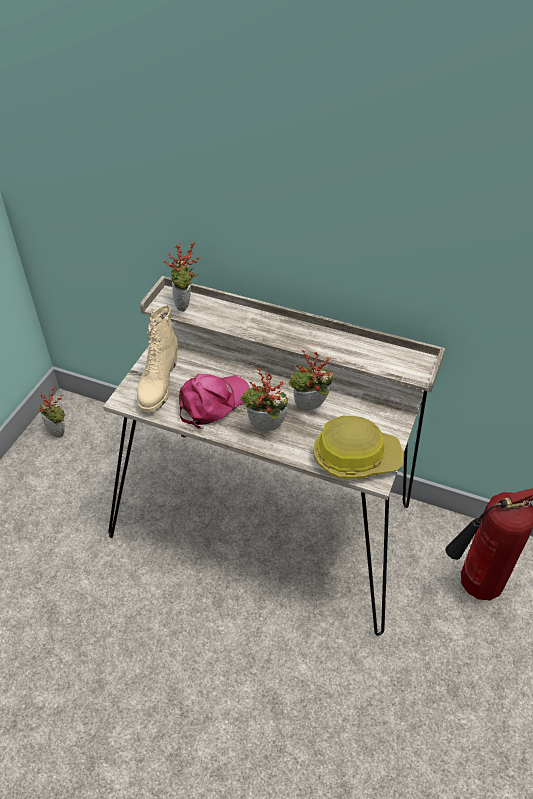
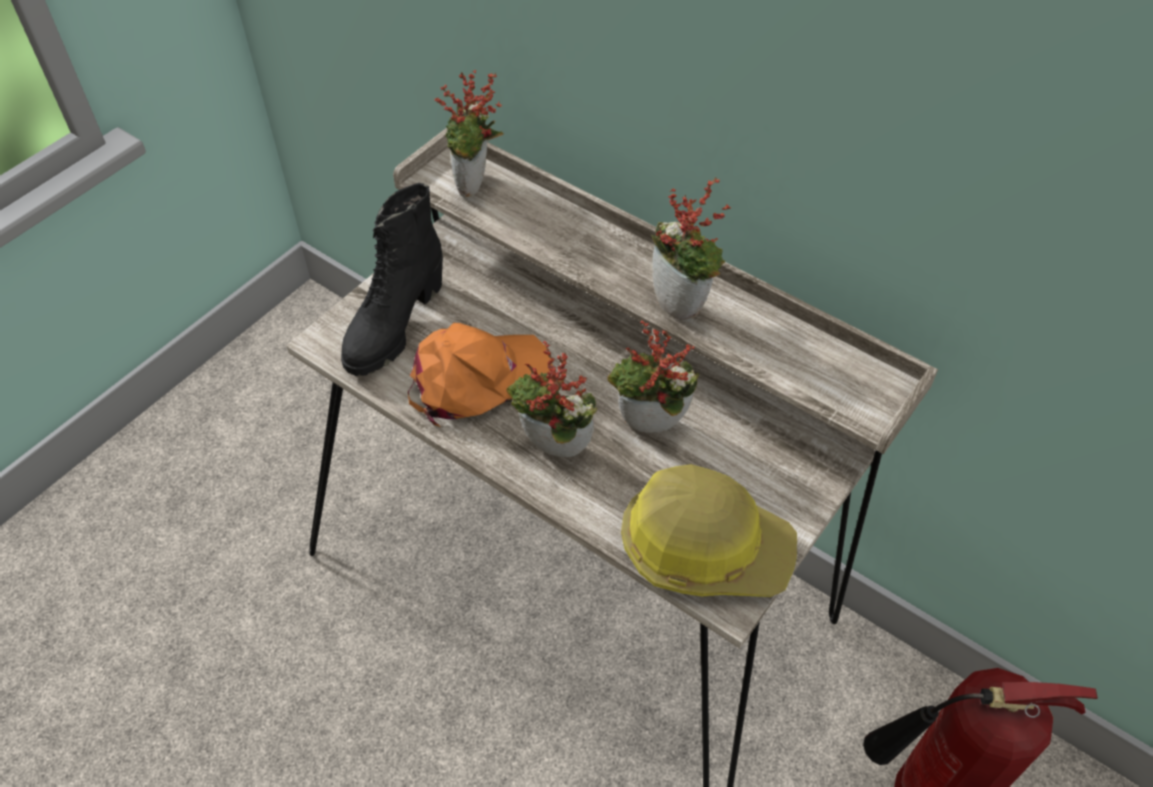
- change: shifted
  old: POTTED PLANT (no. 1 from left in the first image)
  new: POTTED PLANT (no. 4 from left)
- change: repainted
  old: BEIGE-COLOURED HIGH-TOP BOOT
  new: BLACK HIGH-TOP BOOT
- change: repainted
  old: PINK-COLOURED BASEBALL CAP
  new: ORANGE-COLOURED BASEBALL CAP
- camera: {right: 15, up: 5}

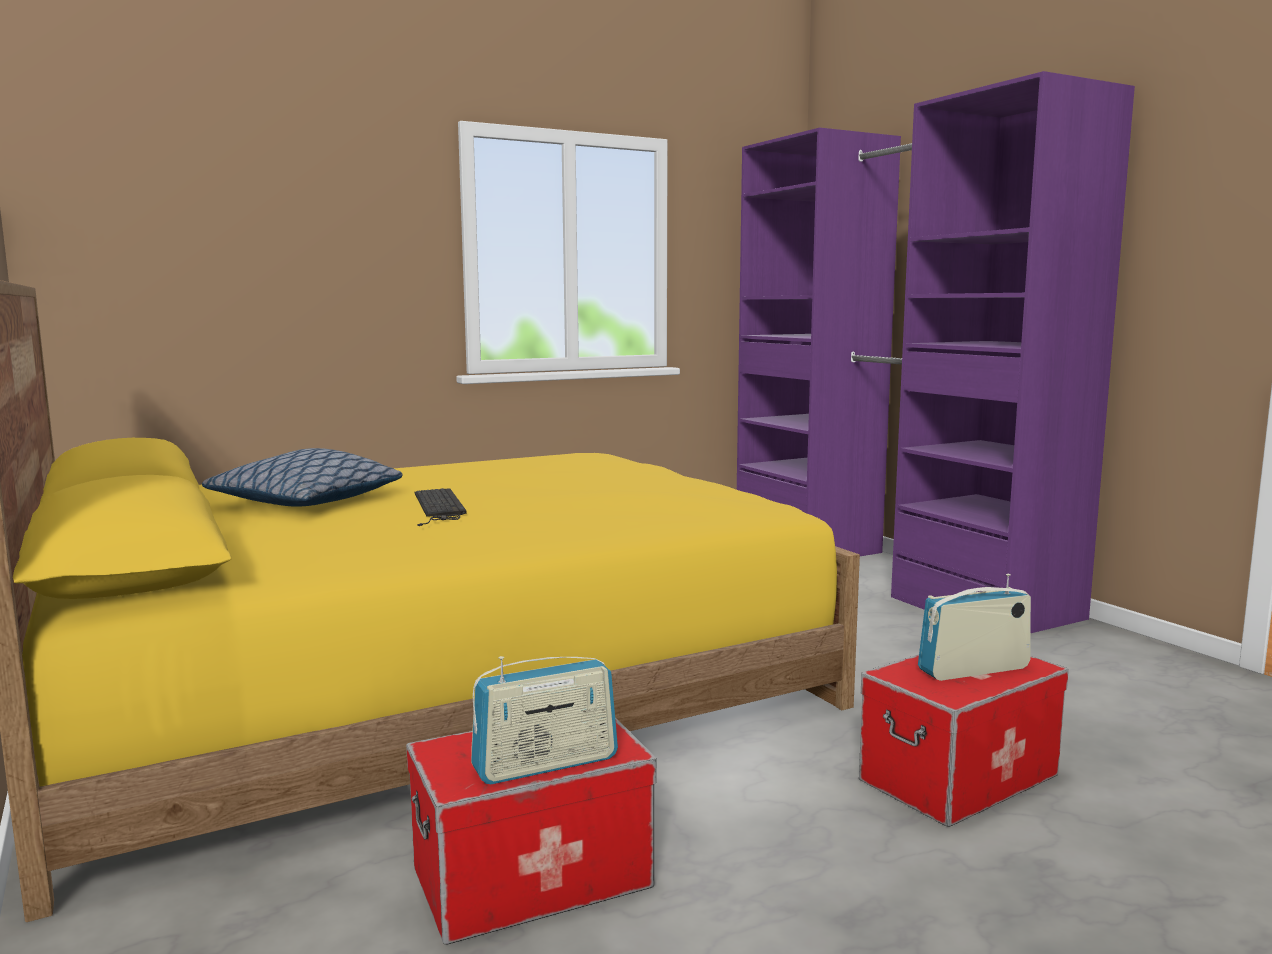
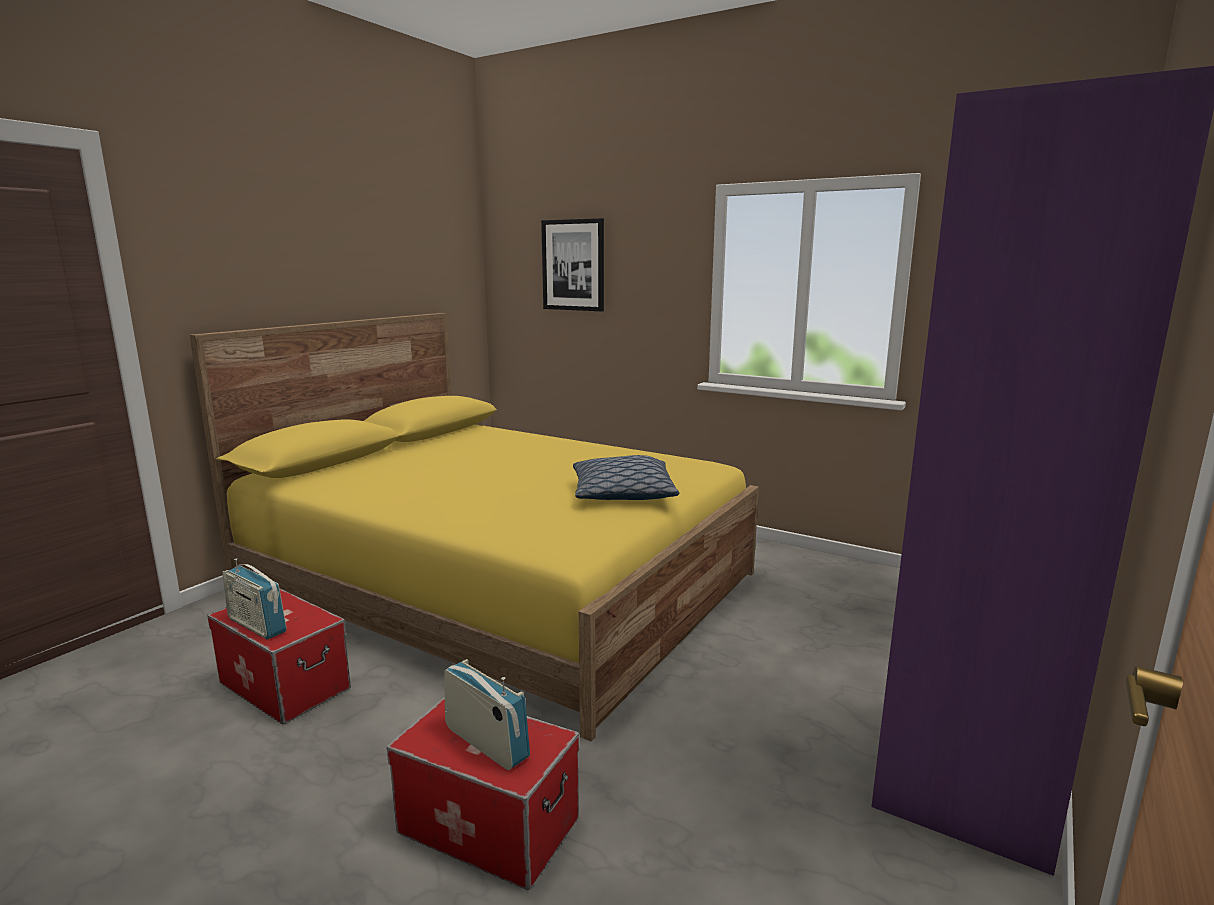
- change: gone
  old: PC KEYBOARD
- change: new
  new: WALL PICTURE
- change: shifted
  old: THROW PILLOW
- camera: {right: 60, up: 5}

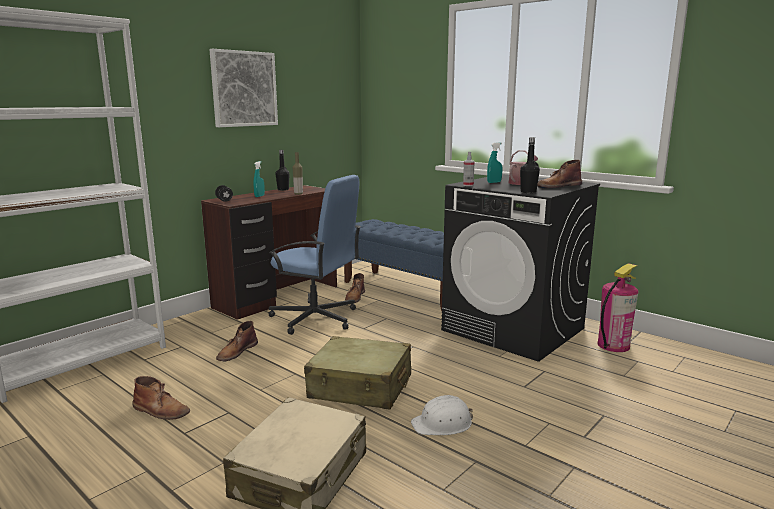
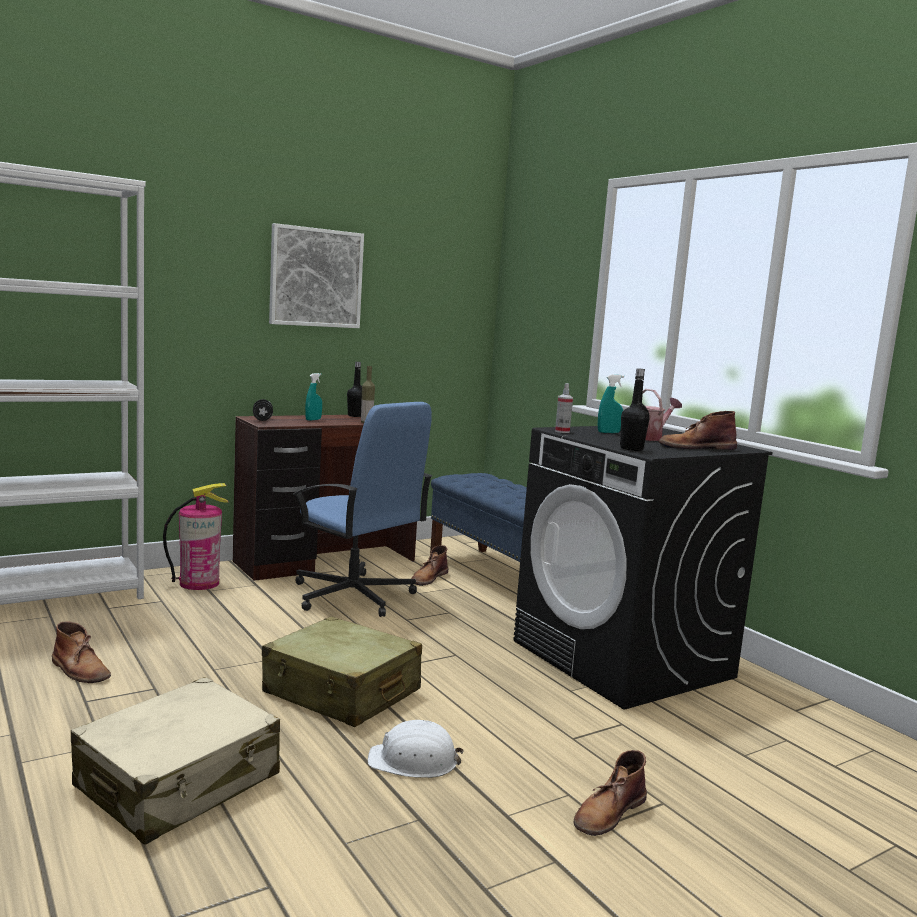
- change: shifted
  old: BROWNISH HIGH-TOP BOOT (no. 2 from left in the first image)
  new: BROWNISH HIGH-TOP BOOT (no. 3 from left)
- change: shifted
  old: FIRE-FIGHTING CYLINDER
- camera: {right: 15, up: -5}

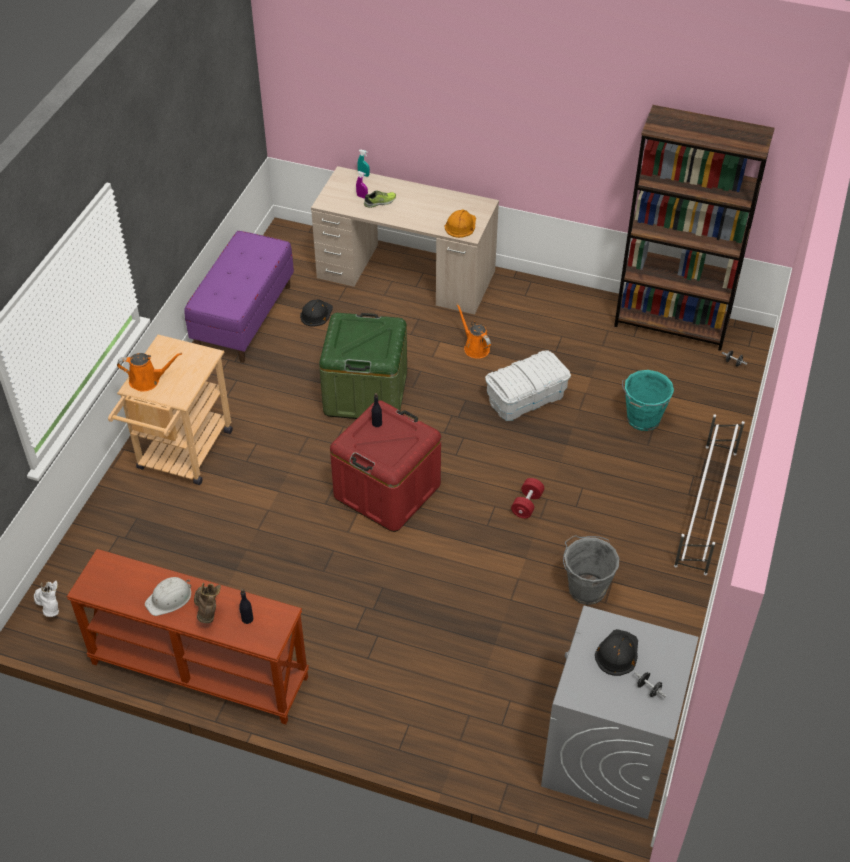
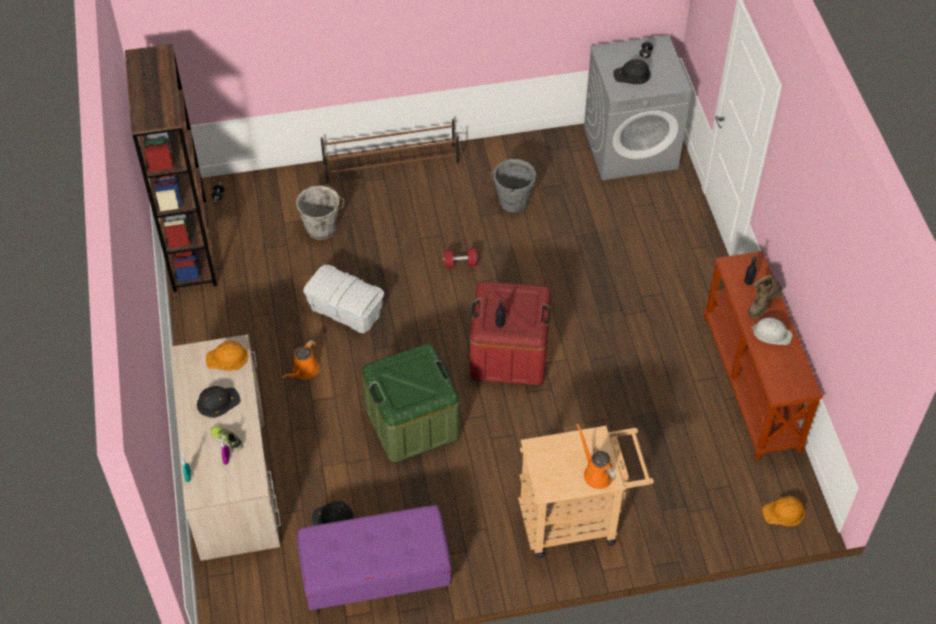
- change: new
  new: BLACK SAFETY HELMET (no. 1 from left)
- change: swapped
  old: WHITE-COLOURED HIGH-TOP BOOT
  new: ORANGE-COLOURED SAFETY HELMET (no. 2 from left)
- change: repainted
  old: BLUE-GREEN WATER BUCKET
  new: GREYISH WATER BUCKET (no. 1 from left)
- change: repainted
  old: WHITE-COLOURED SHOE STAND
  new: BROWNISH SHOE STAND
- camera: {right: -120, up: 5}

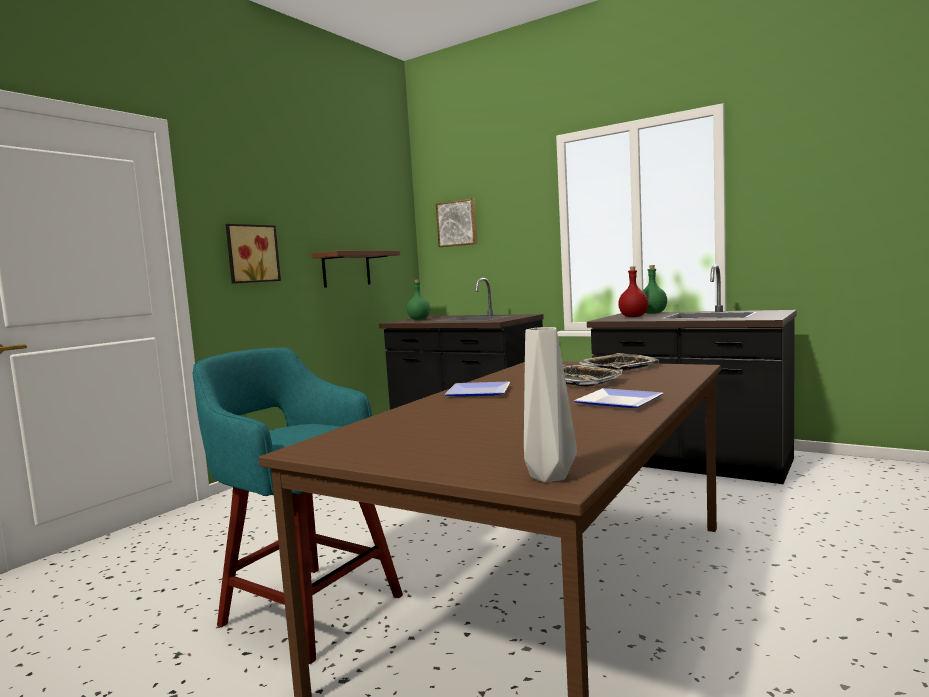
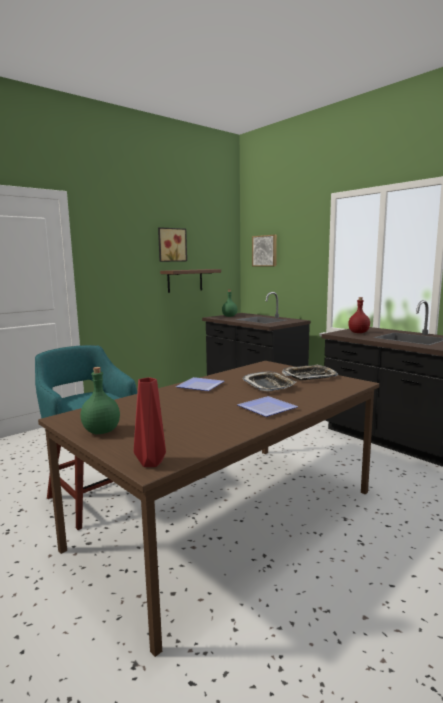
- change: shifted
  old: WALL PICTURE (no. 1 from left)
- change: shifted
  old: GREENISH BOTTLE (no. 2 from left in the first image)
  new: GREENISH BOTTLE (no. 1 from left)
- change: repainted
  old: GREYISH DECORATIVE VASE
  new: RED-COLOURED DECORATIVE VASE
- camera: {right: 15, up: 5}

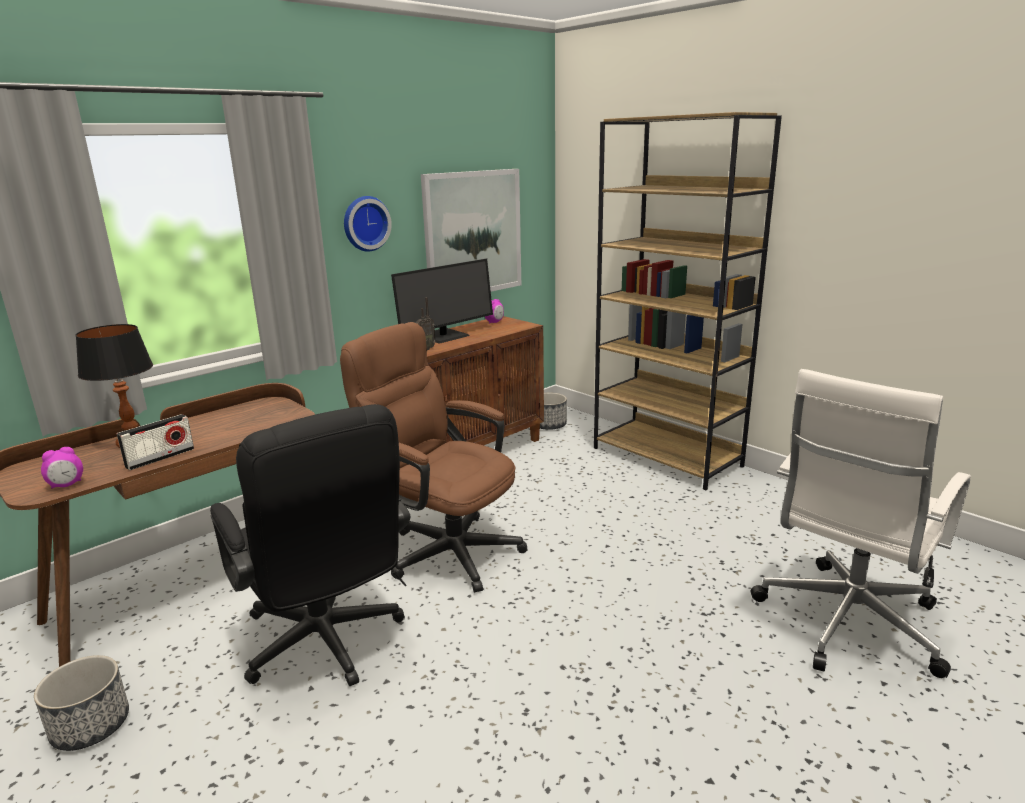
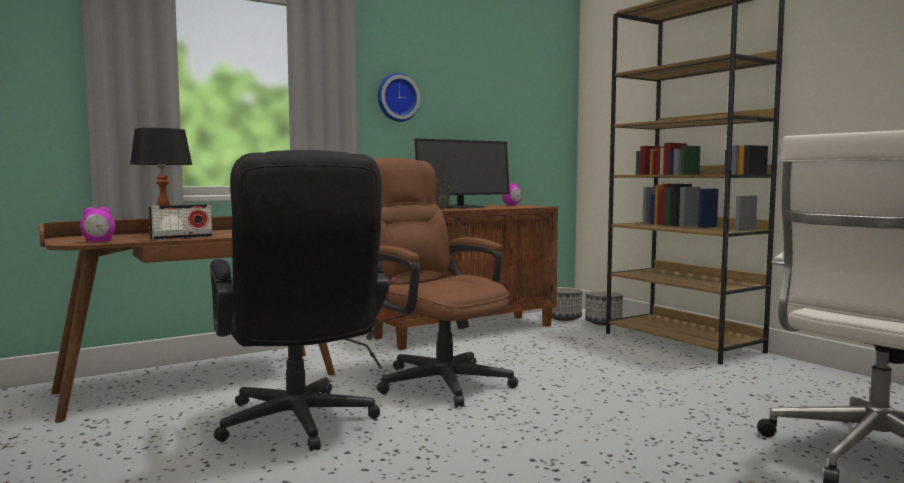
- change: gone
  old: WALL PICTURE
- change: shifted
  old: PLANTER (no. 1 from left in the first image)
  new: PLANTER (no. 2 from left)
- camera: {right: 10, up: -15}

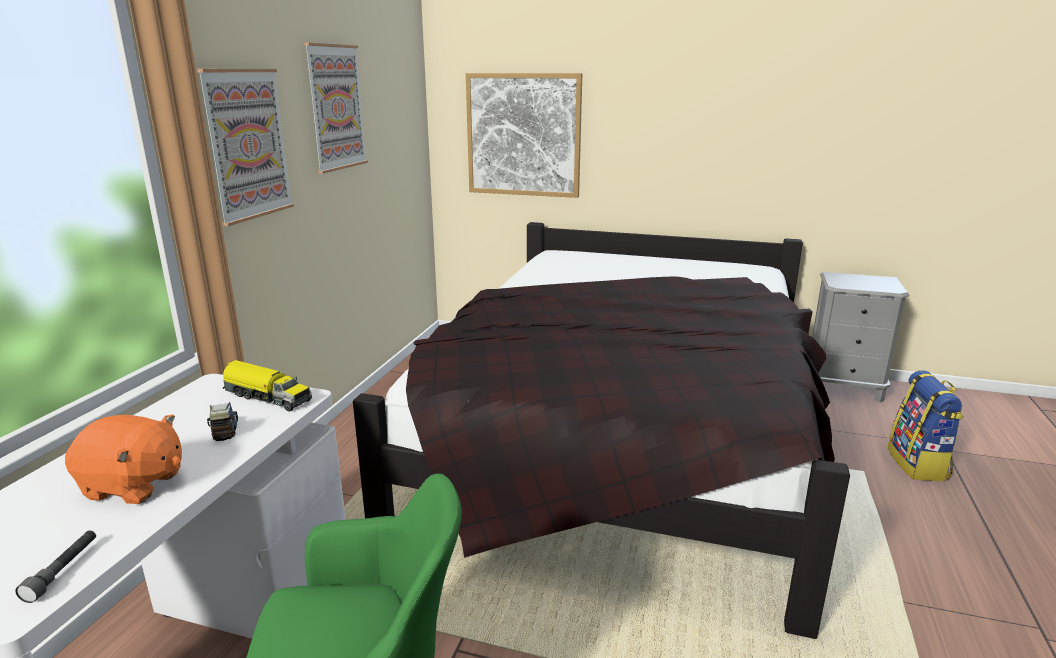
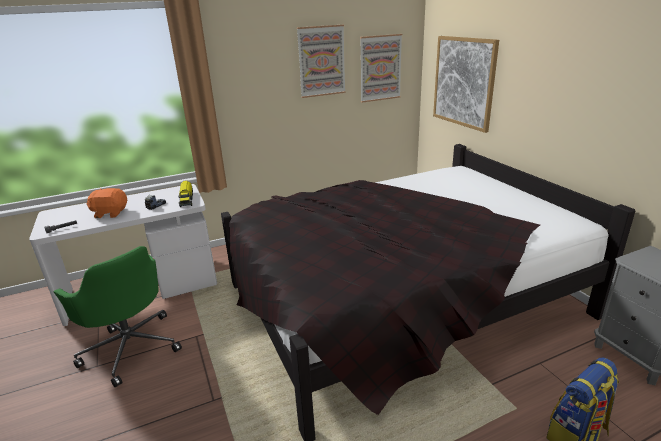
- change: shifted
  old: WALL PICTURE (no. 1 from left in the first image)
  new: WALL PICTURE (no. 2 from left)
- change: rotated
  old: ORANGE-COLOURED PLUSH TOY
  degrees: 120
- camera: {right: 50, up: 5}

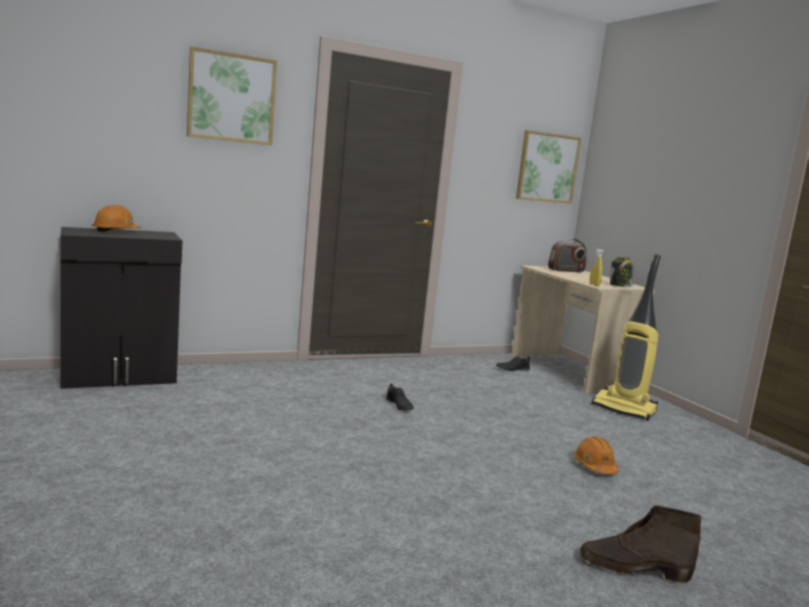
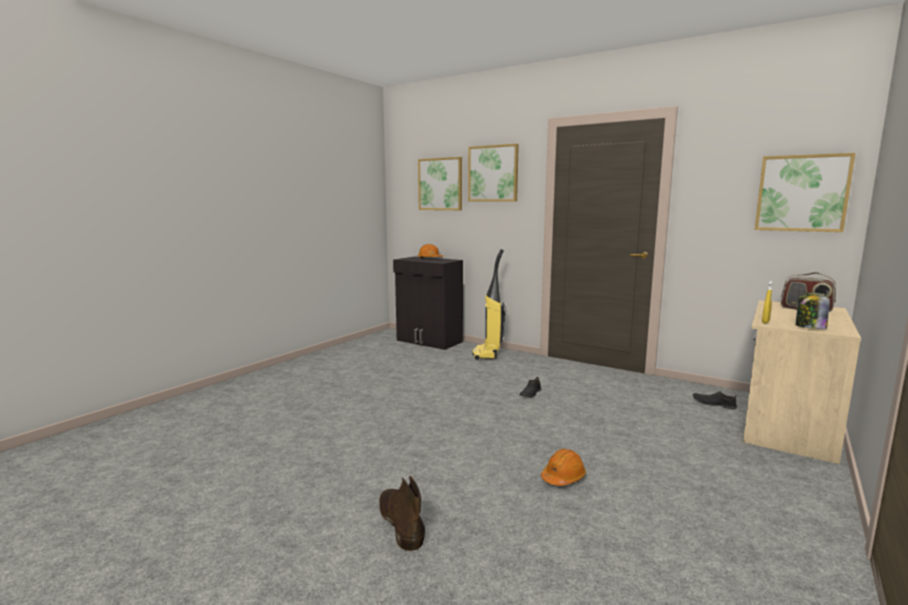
- change: new
  new: WALL PICTURE (no. 1 from left)
- change: shifted
  old: VACUUM CLEANER
- camera: {right: 60, up: 0}

